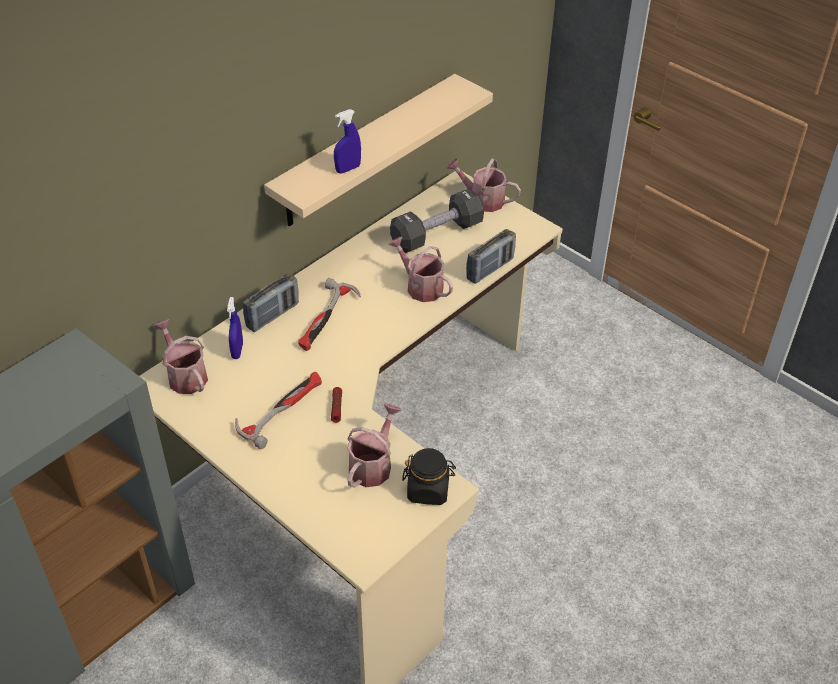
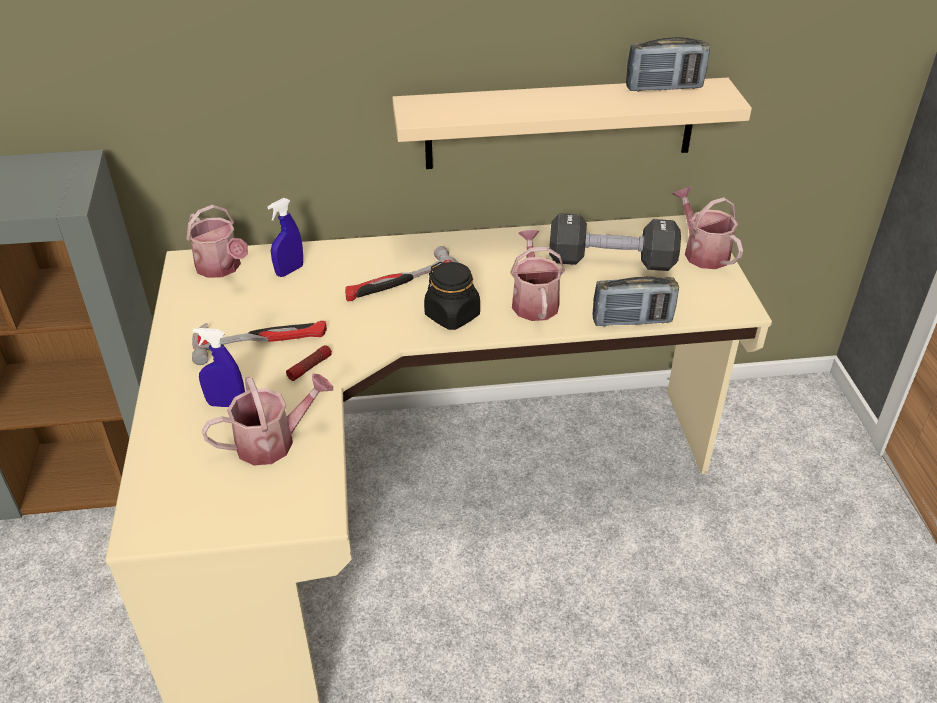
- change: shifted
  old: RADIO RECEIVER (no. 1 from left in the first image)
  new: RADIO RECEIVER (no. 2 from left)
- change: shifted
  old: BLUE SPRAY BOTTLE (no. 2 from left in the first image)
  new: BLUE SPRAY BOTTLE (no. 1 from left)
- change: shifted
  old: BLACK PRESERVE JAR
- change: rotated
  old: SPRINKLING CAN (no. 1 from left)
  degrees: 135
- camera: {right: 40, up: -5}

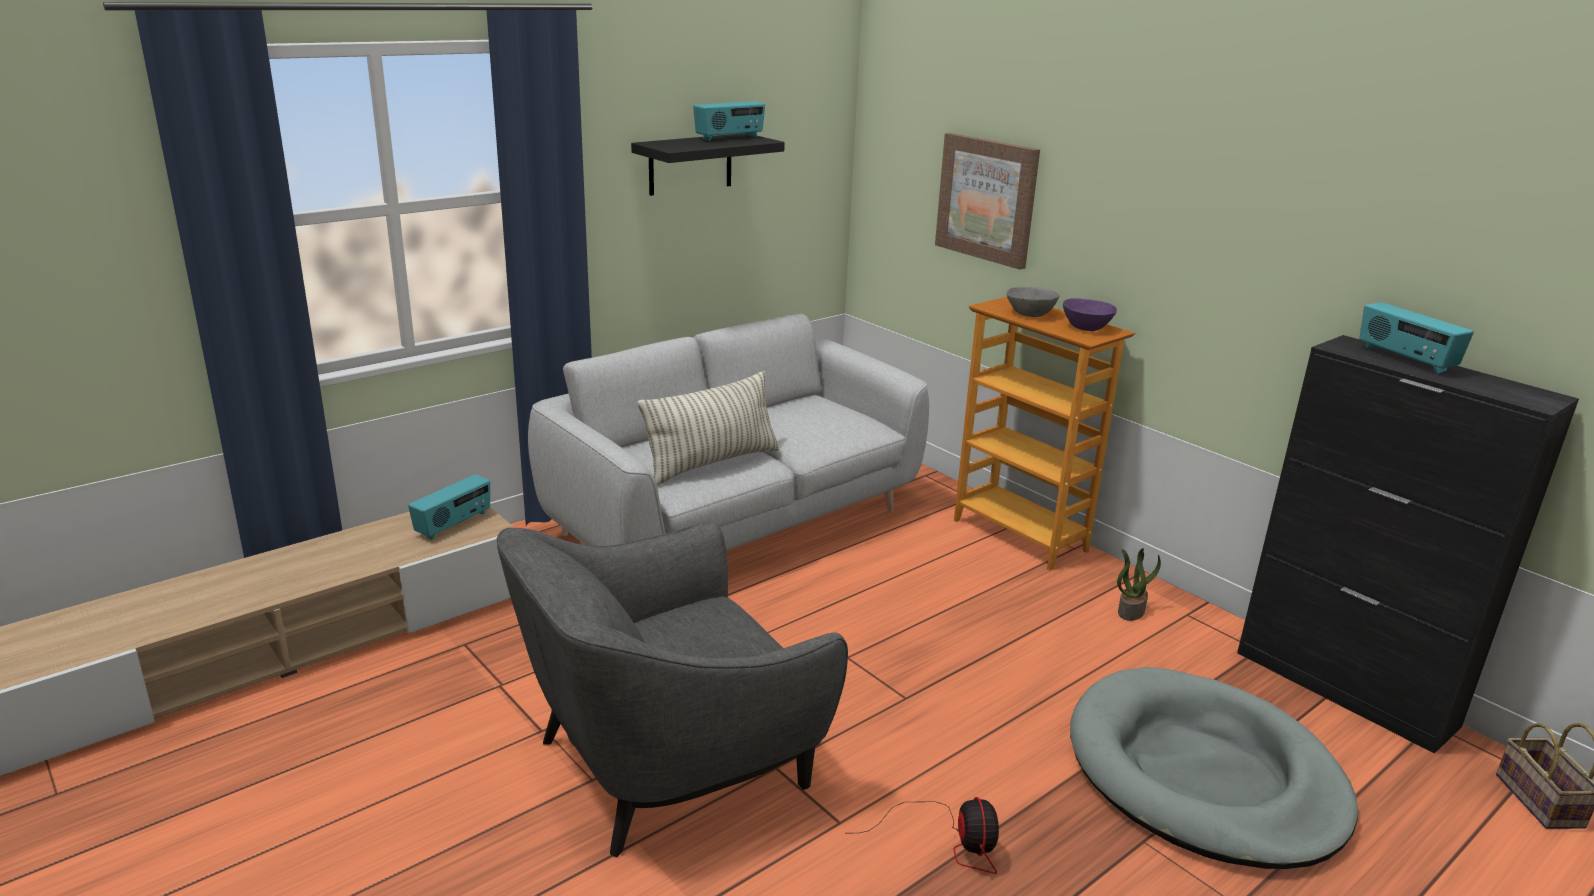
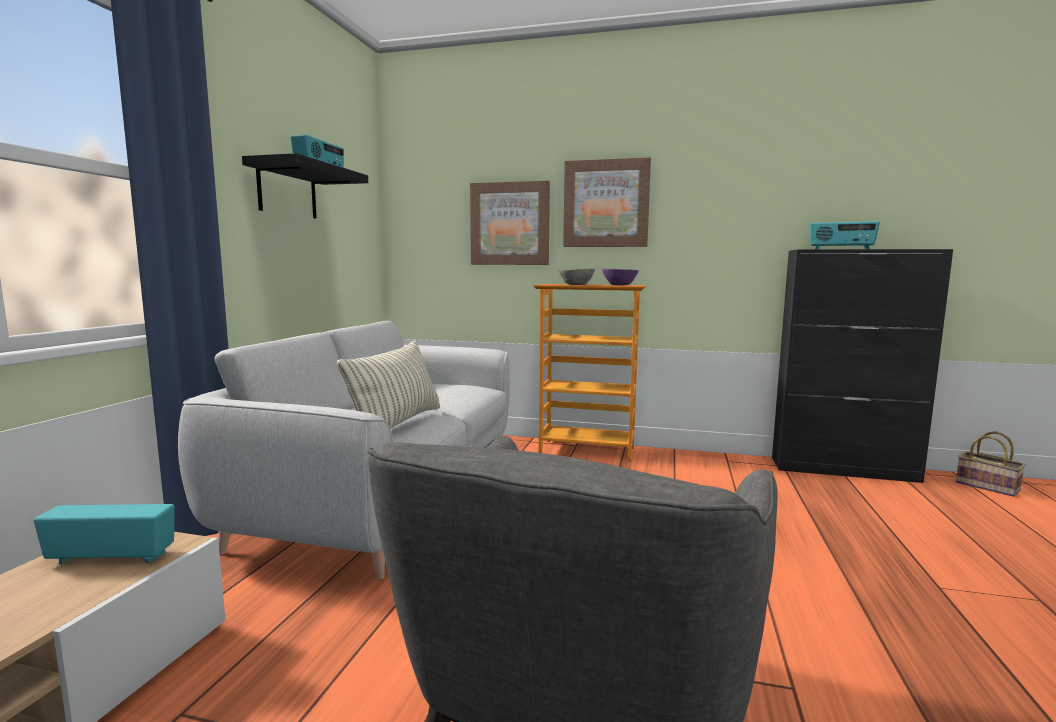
- change: gone
  old: COOLING FAN
- change: gone
  old: GREYISH DOG BED
- change: gone
  old: POTTED PLANT
- change: new
  new: WALL PICTURE (no. 2 from left)
- change: rotated
  old: RADIO RECEIVER (no. 1 from left)
  degrees: -90
- camera: {right: -35, up: -15}

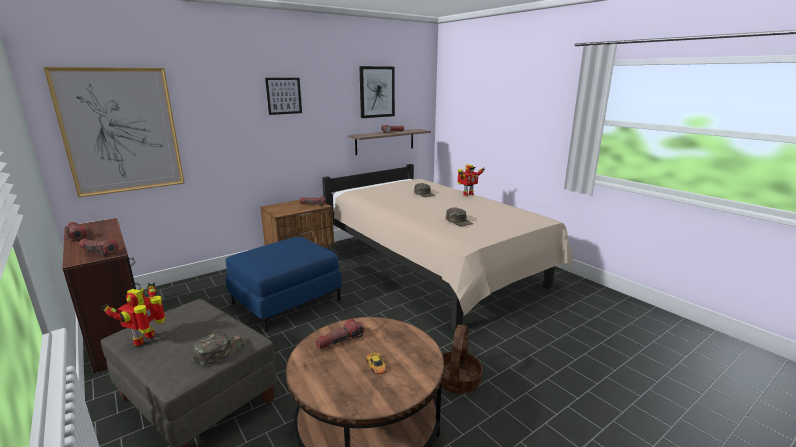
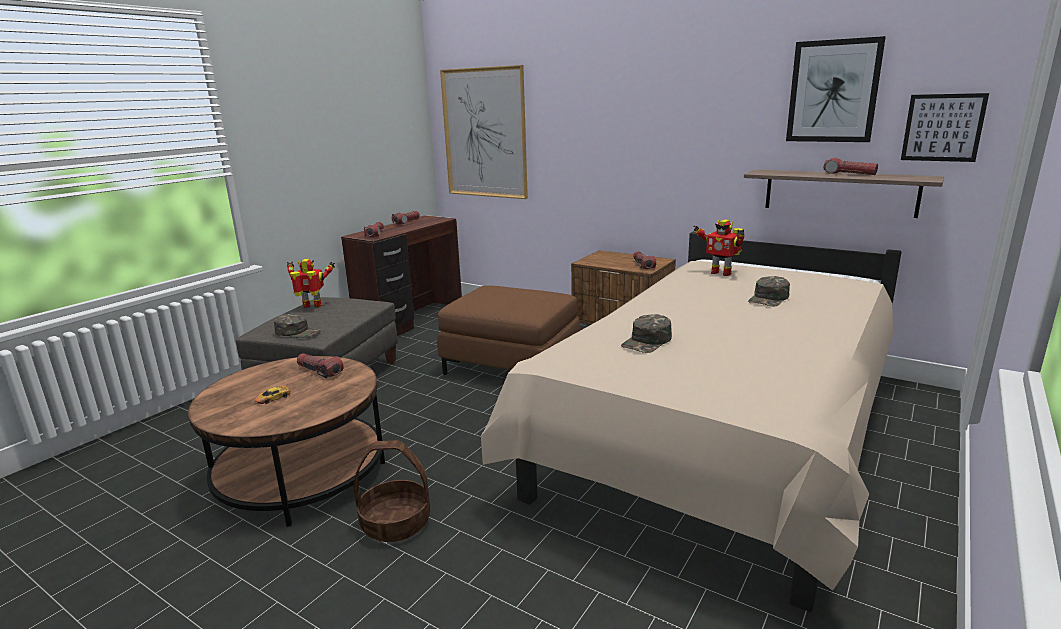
- change: shifted
  old: WALL PICTURE (no. 2 from left in the first image)
  new: WALL PICTURE (no. 3 from left)
- change: shifted
  old: TOY ROBOT (no. 2 from left)
- change: repainted
  old: BLUE OTTOMAN
  new: BROWNISH OTTOMAN
- camera: {right: 70, up: 0}

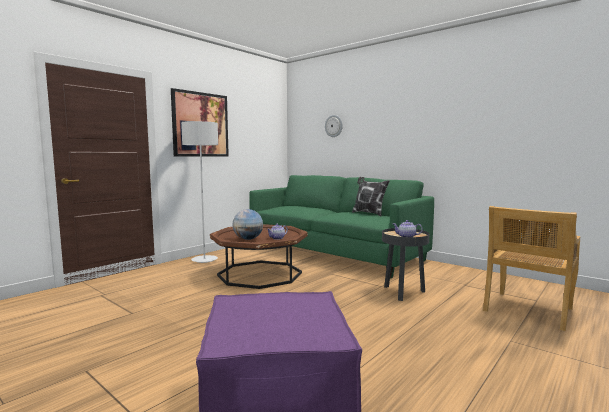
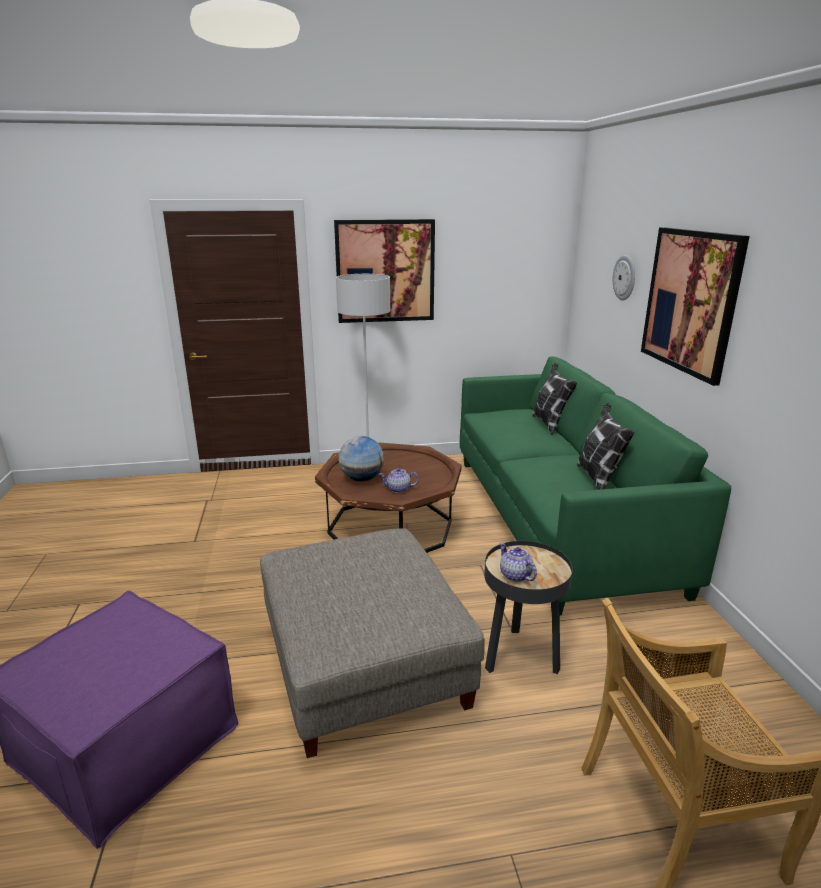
- change: new
  new: GREYISH OTTOMAN
- change: new
  new: THROW PILLOW (no. 1 from left)
- change: new
  new: WALL PICTURE (no. 2 from left)
- camera: {right: 40, up: 15}

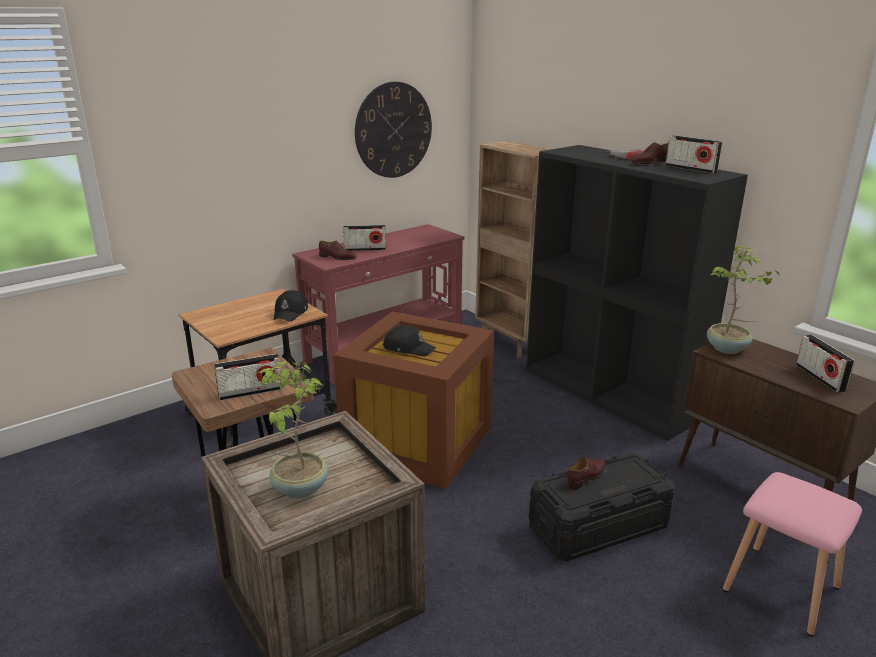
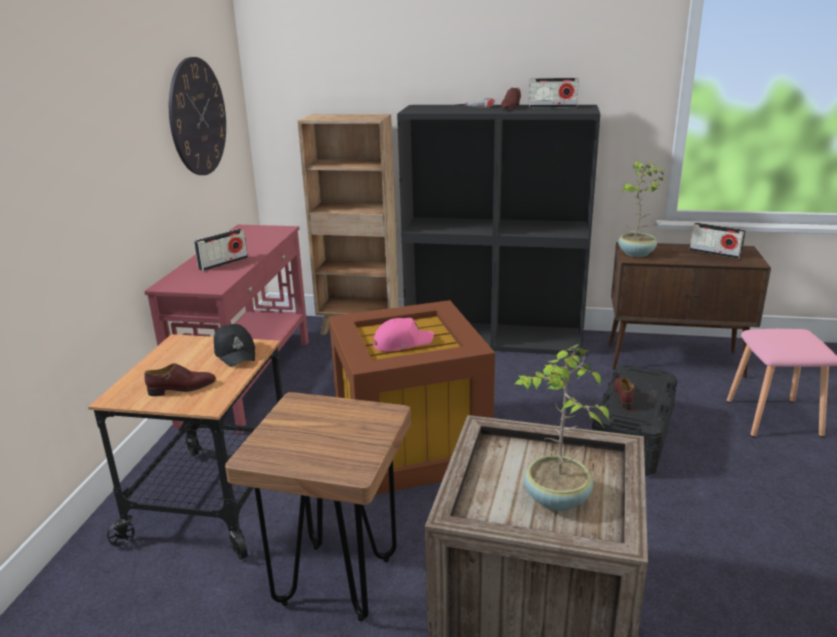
- change: gone
  old: RADIO RECEIVER (no. 1 from left)
- change: shifted
  old: BROWNISH SHOE (no. 1 from left)
- change: repainted
  old: BLACK BASEBALL CAP (no. 2 from left)
  new: PINK-COLOURED BASEBALL CAP
- camera: {right: -40, up: 0}

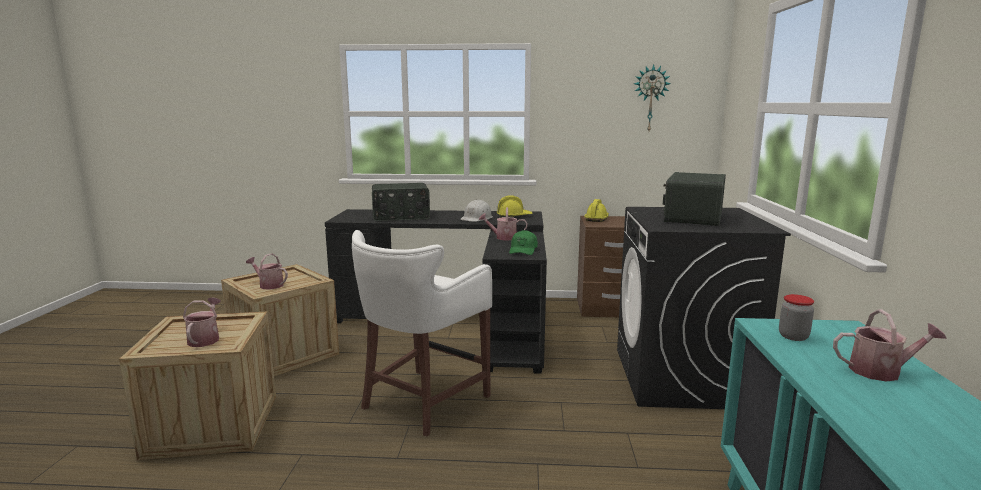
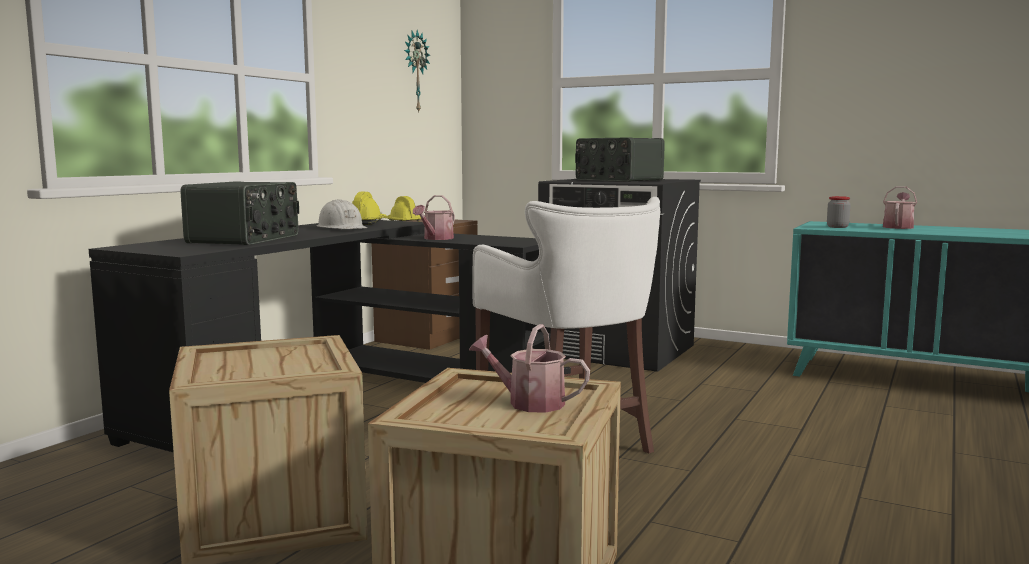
- change: gone
  old: SPRINKLING CAN (no. 2 from left)
- change: gone
  old: GREENISH BASEBALL CAP
- camera: {right: -65, up: -5}

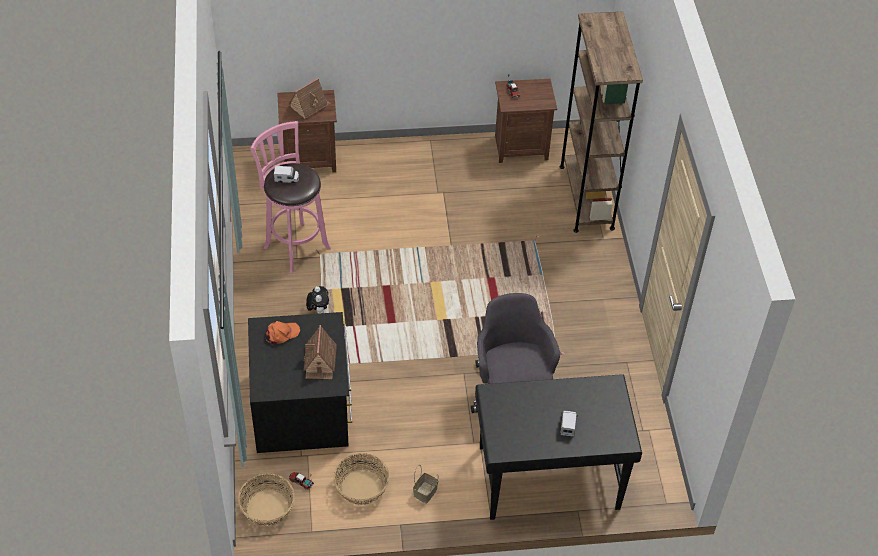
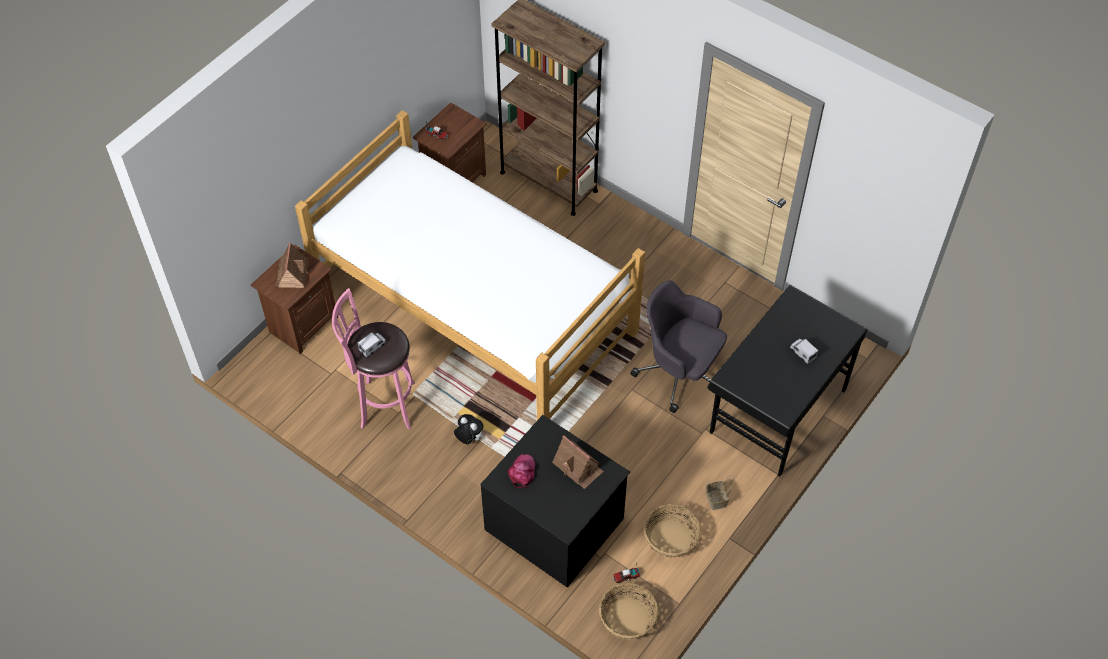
- change: new
  new: BED
- change: repainted
  old: ORANGE-COLOURED BASEBALL CAP
  new: PINK-COLOURED BASEBALL CAP
- camera: {right: -45, up: 5}

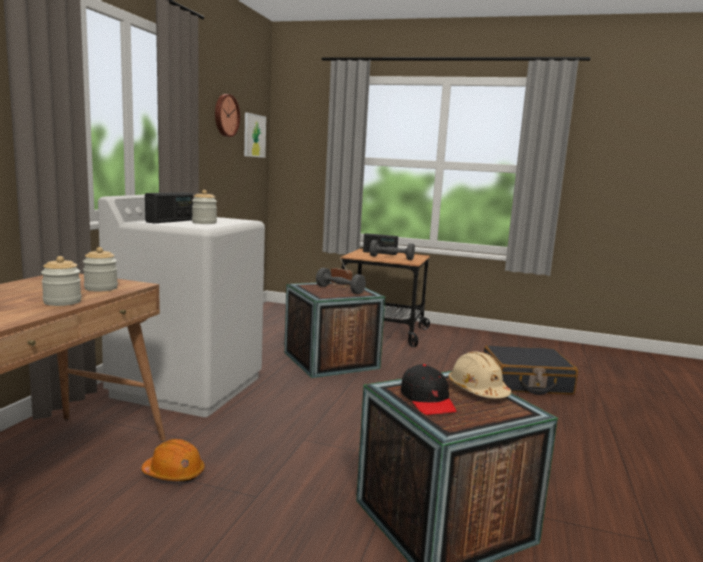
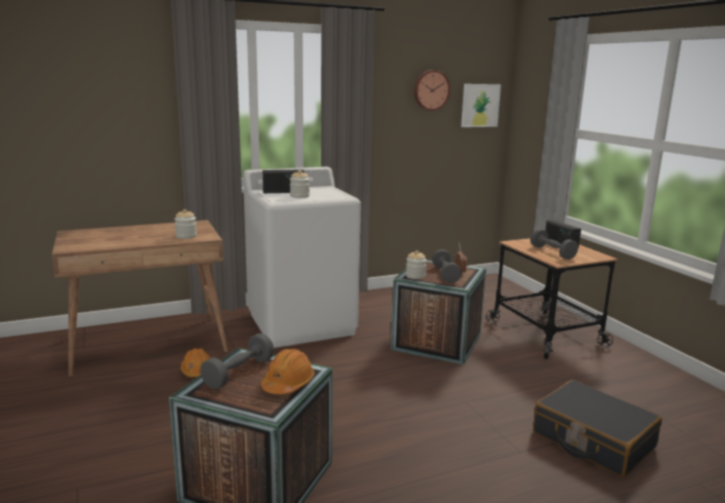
- change: shifted
  old: PRESERVE JAR (no. 1 from left in the first image)
  new: PRESERVE JAR (no. 3 from left)
- change: swapped
  old: BLACK BASEBALL CAP
  new: GREYISH DUMBBELL (no. 1 from left)
- change: repainted
  old: BEIGE-COLOURED SAFETY HELMET
  new: ORANGE-COLOURED SAFETY HELMET (no. 2 from left)
- camera: {right: 50, up: 5}

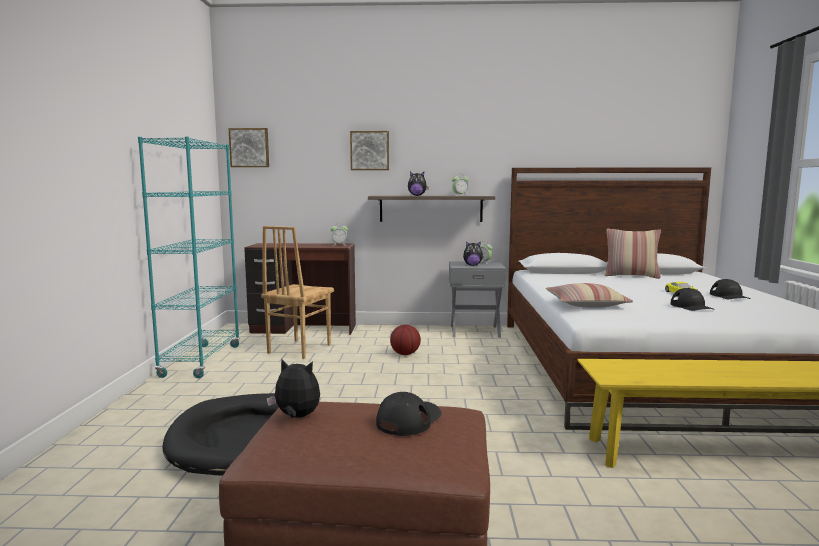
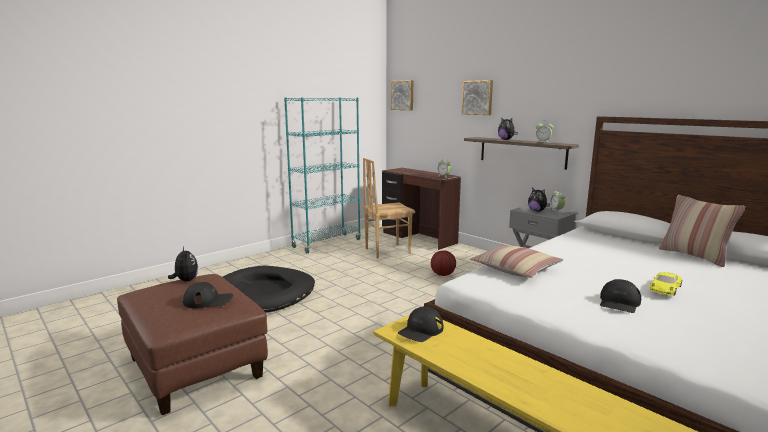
- change: shifted
  old: BLACK BASEBALL CAP (no. 3 from left in the first image)
  new: BLACK BASEBALL CAP (no. 2 from left)
- camera: {right: 45, up: 5}

